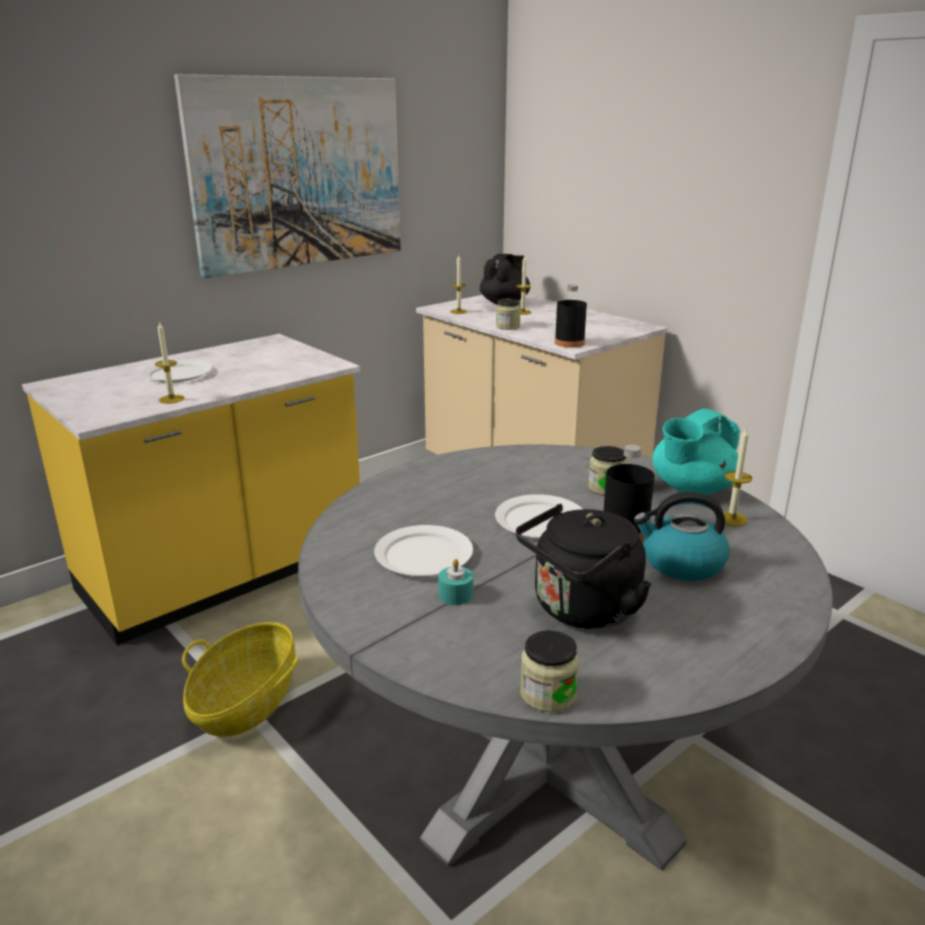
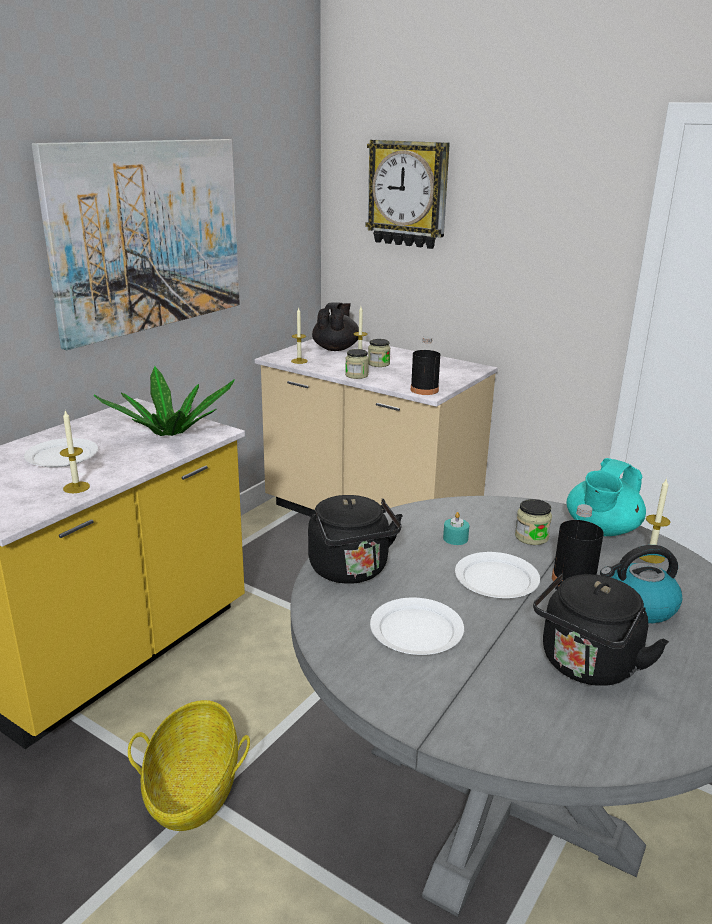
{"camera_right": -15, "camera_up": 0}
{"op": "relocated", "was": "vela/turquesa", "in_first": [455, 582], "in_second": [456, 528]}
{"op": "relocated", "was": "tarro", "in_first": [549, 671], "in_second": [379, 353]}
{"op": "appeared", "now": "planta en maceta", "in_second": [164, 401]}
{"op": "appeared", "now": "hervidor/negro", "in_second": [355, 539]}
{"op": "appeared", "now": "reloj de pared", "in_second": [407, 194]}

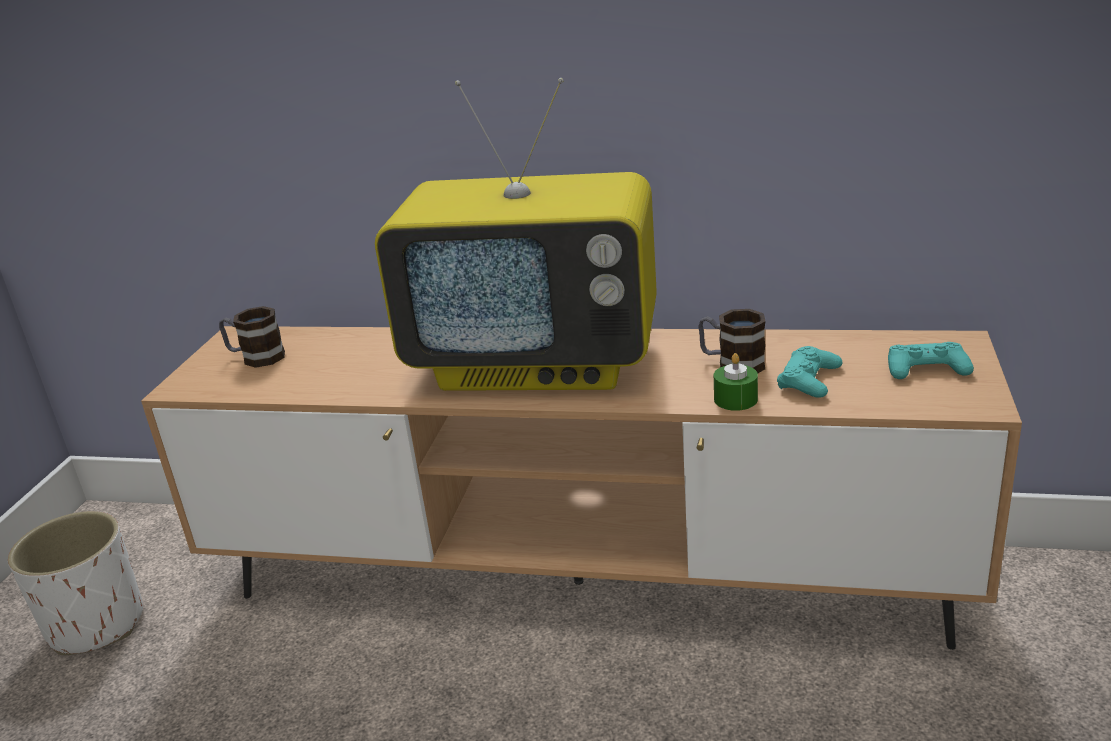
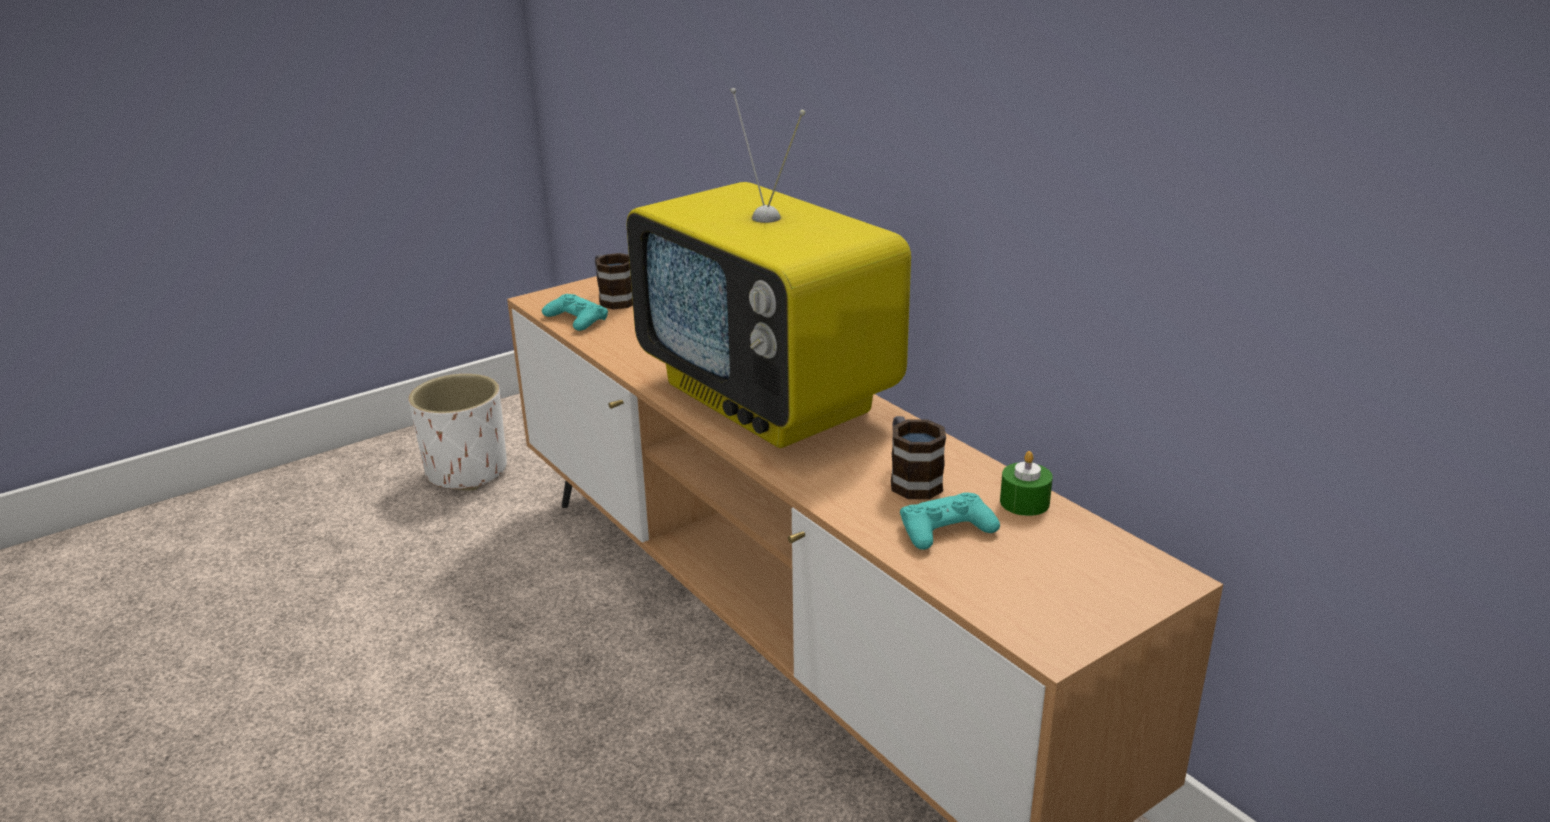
{"camera_right": 40, "camera_up": 0}
{"op": "relocated", "was": "vela/verde", "in_first": [736, 382], "in_second": [1026, 483]}
{"op": "relocated", "was": "mando de consola/turquesa", "in_first": [931, 360], "in_second": [575, 312]}

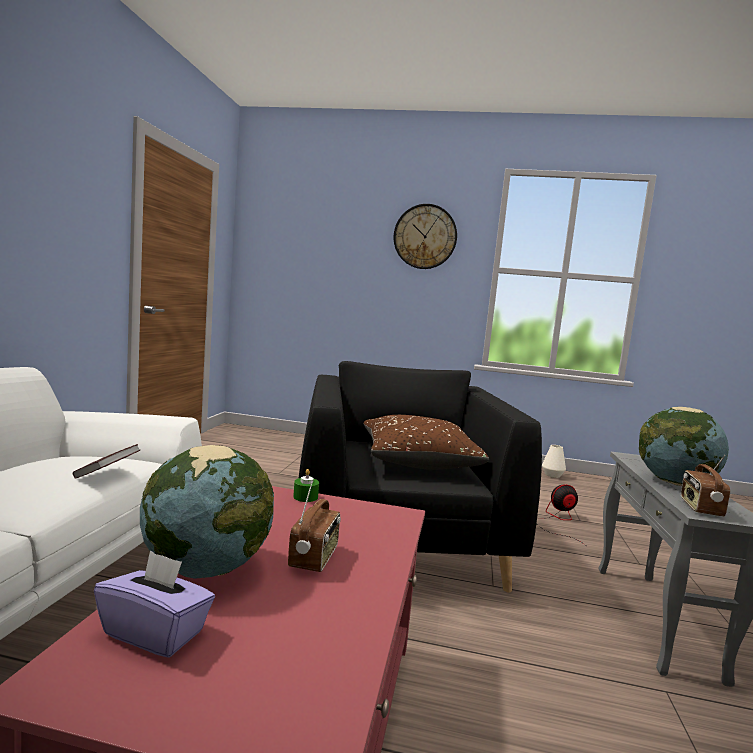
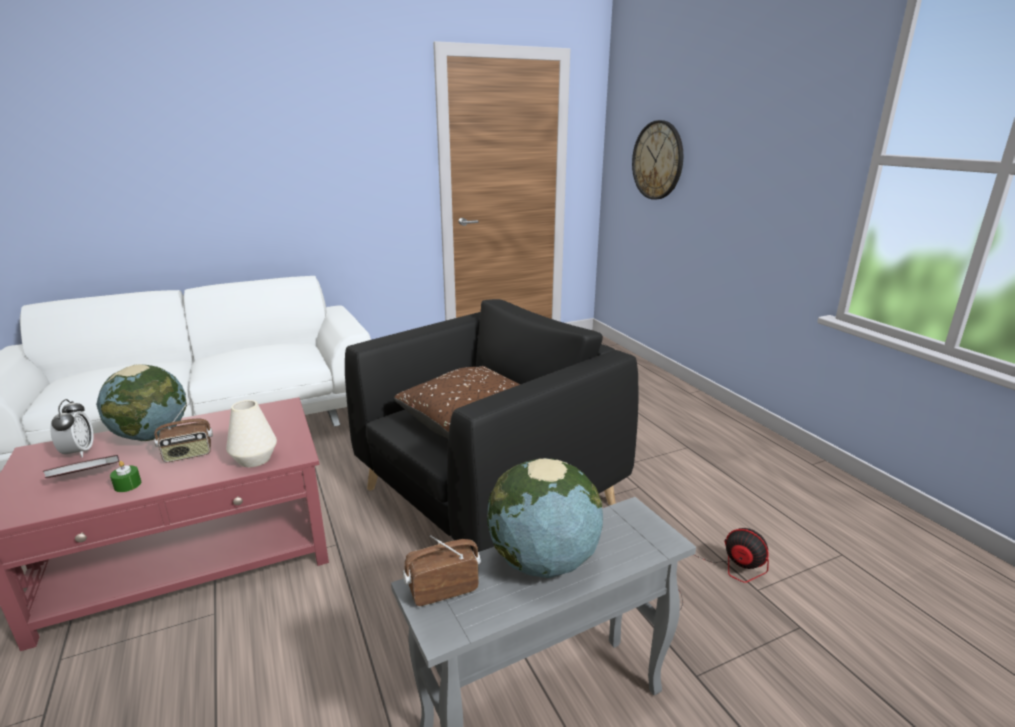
{"camera_right": 55, "camera_up": 15}
{"op": "relocated", "was": "libro", "in_first": [106, 461], "in_second": [80, 466]}
{"op": "exchanged", "was": "caja de pañuelos/morado", "now": "despertador", "in_first": [154, 603], "in_second": [72, 428]}
{"op": "relocated", "was": "vela/verde", "in_first": [306, 485], "in_second": [125, 476]}
{"op": "relocated", "was": "reloj de pared", "in_first": [425, 236], "in_second": [657, 160]}
{"op": "relocated", "was": "florero/blanco", "in_first": [554, 461], "in_second": [251, 433]}

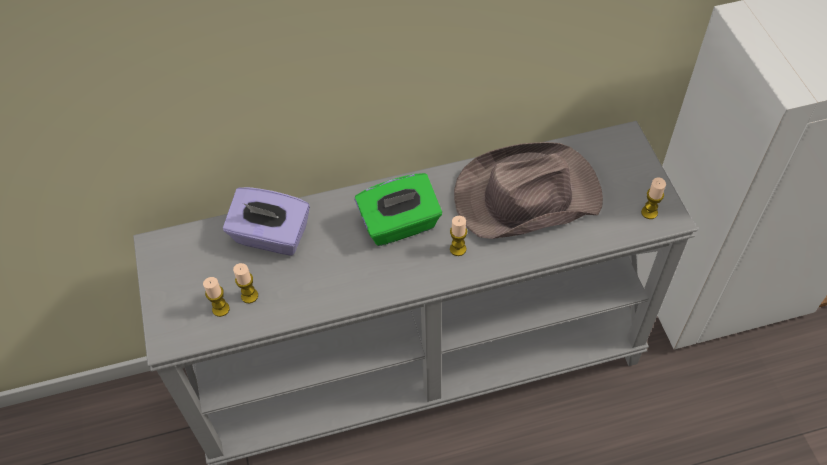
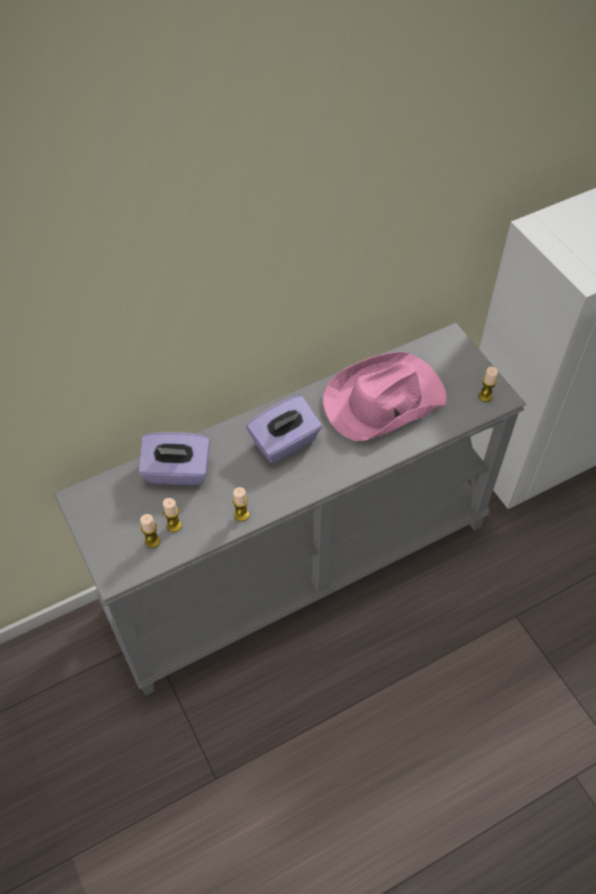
{"camera_right": -15, "camera_up": 0}
{"op": "colour", "was": "caja de pañuelos/verde", "now": "caja de pañuelos/morado", "in_first": [398, 209], "in_second": [284, 429]}
{"op": "relocated", "was": "vela", "in_first": [458, 236], "in_second": [241, 504]}
{"op": "colour", "was": "sombrero/marrón", "now": "sombrero/rosa", "in_first": [528, 190], "in_second": [385, 396]}

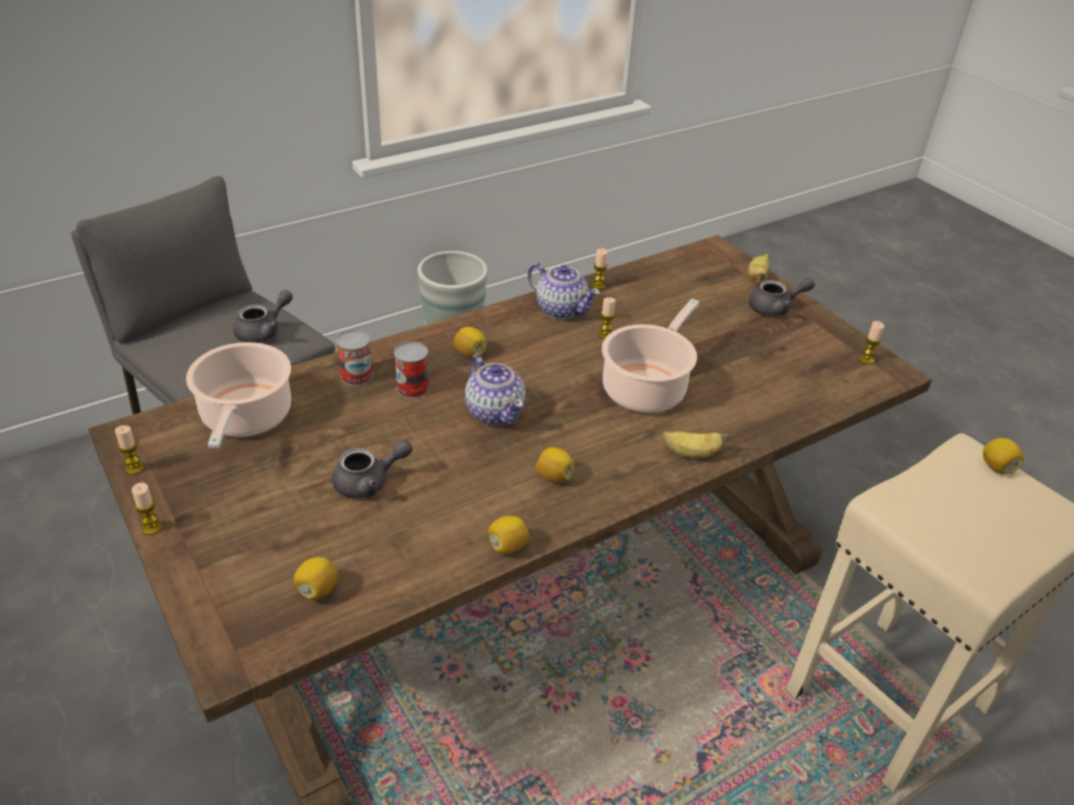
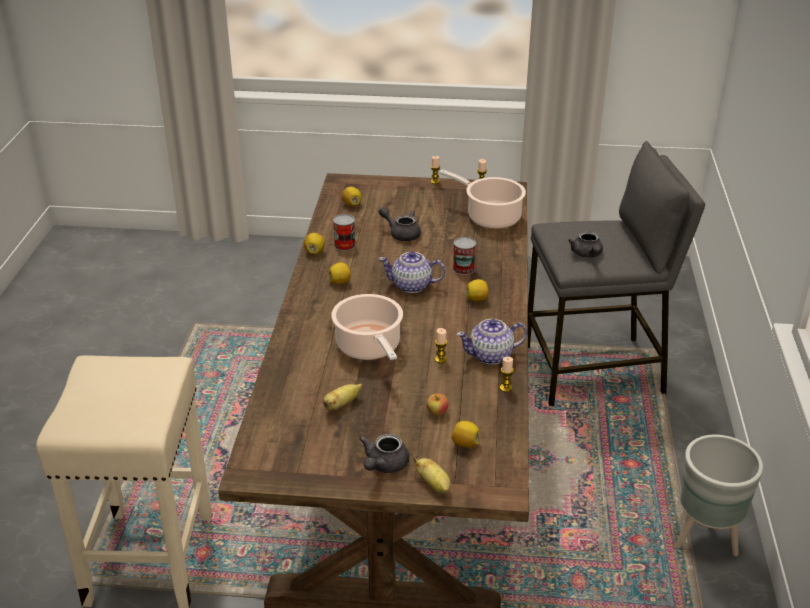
{"camera_right": 130, "camera_up": -5}
{"op": "spun", "was": "tetera/gris", "in_first": [372, 469], "in_second": [400, 224], "clockwise": 105}
{"op": "relocated", "was": "lata", "in_first": [354, 358], "in_second": [344, 232]}
{"op": "relocated", "was": "plátano", "in_first": [695, 445], "in_second": [342, 397]}
{"op": "missing", "was": "vela", "in_first": [871, 342]}
{"op": "relocated", "was": "limón", "in_first": [1003, 456], "in_second": [465, 434]}
{"op": "appeared", "now": "manzana", "in_second": [437, 404]}

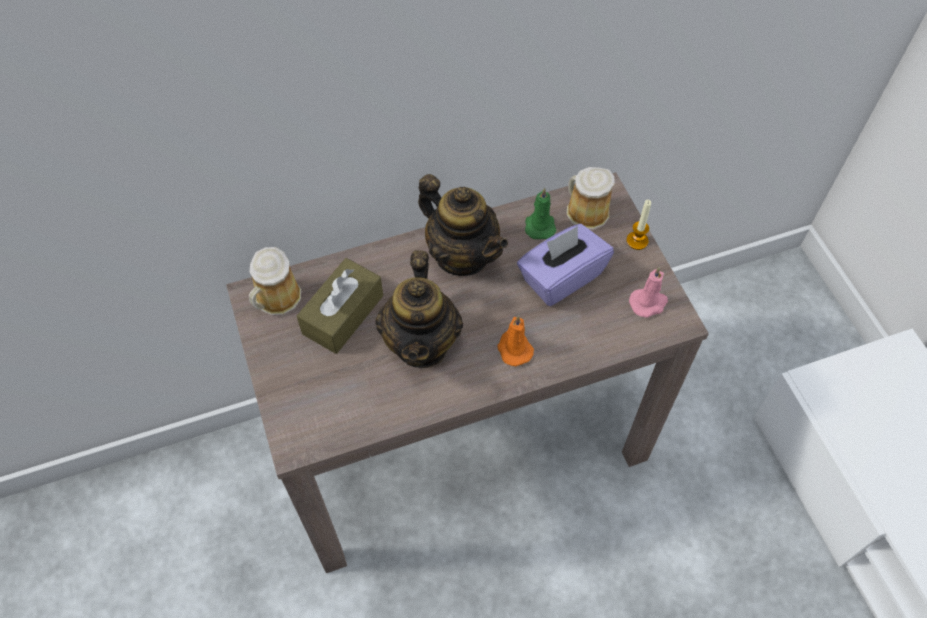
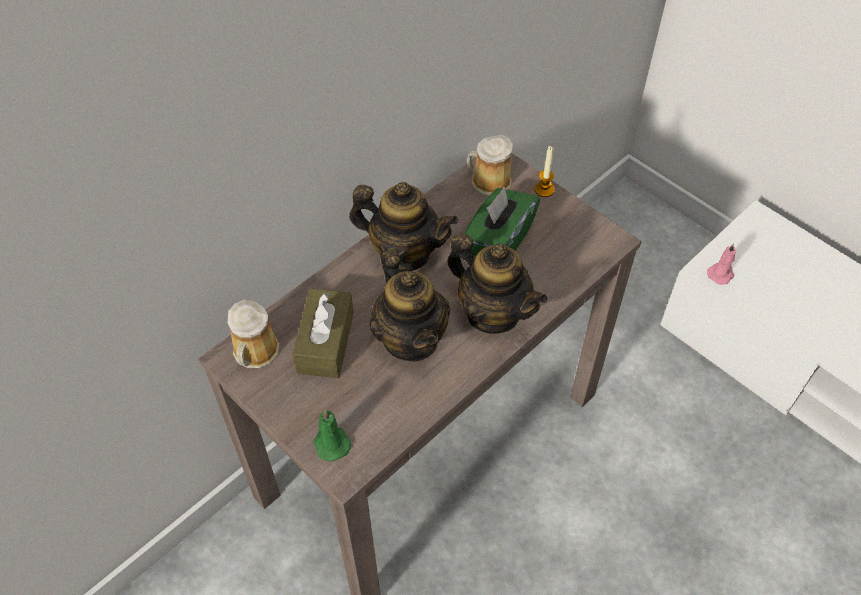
{"camera_right": -25, "camera_up": -5}
{"op": "exchanged", "was": "vela/naranja", "now": "tetera", "in_first": [515, 341], "in_second": [497, 283]}
{"op": "colour", "was": "caja de pañuelos/morado", "now": "caja de pañuelos/verde", "in_first": [565, 265], "in_second": [502, 221]}
{"op": "relocated", "was": "vela/verde", "in_first": [541, 213], "in_second": [332, 435]}
{"op": "relocated", "was": "vela/rosa", "in_first": [648, 292], "in_second": [721, 264]}

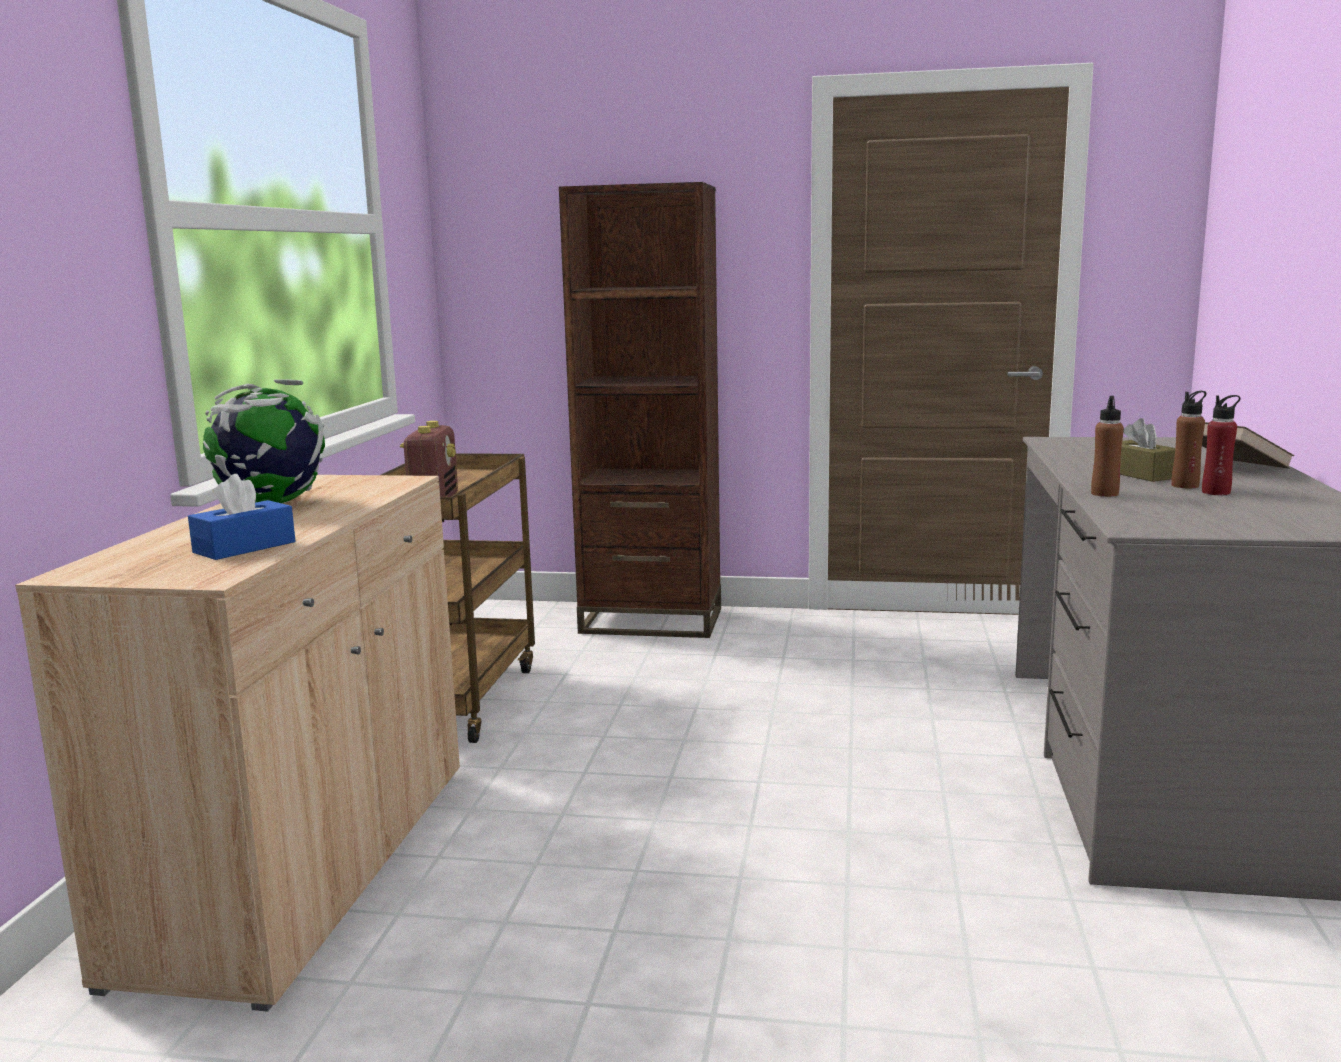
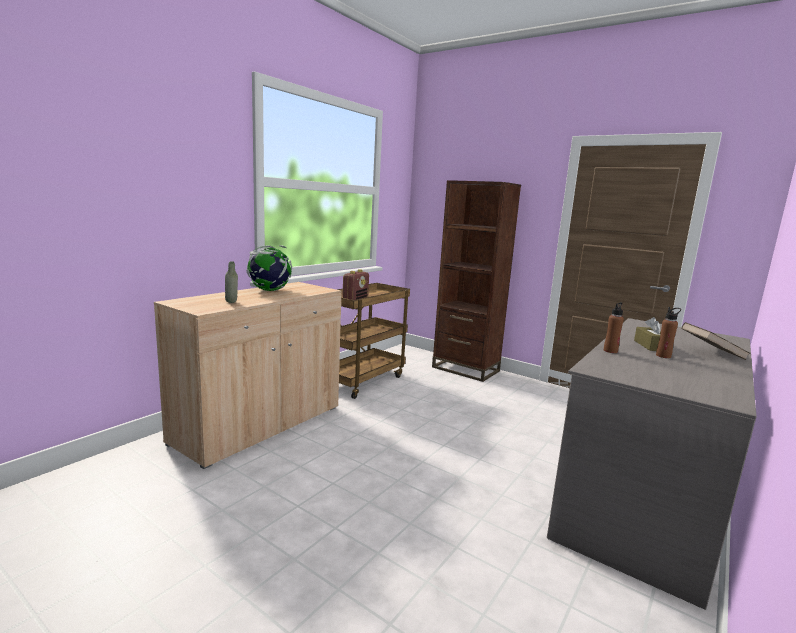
{"camera_right": 25, "camera_up": 0}
{"op": "exchanged", "was": "caja de pañuelos/azul", "now": "botella/gris", "in_first": [241, 517], "in_second": [231, 282]}
{"op": "missing", "was": "botella/rojo", "in_first": [1221, 445]}

